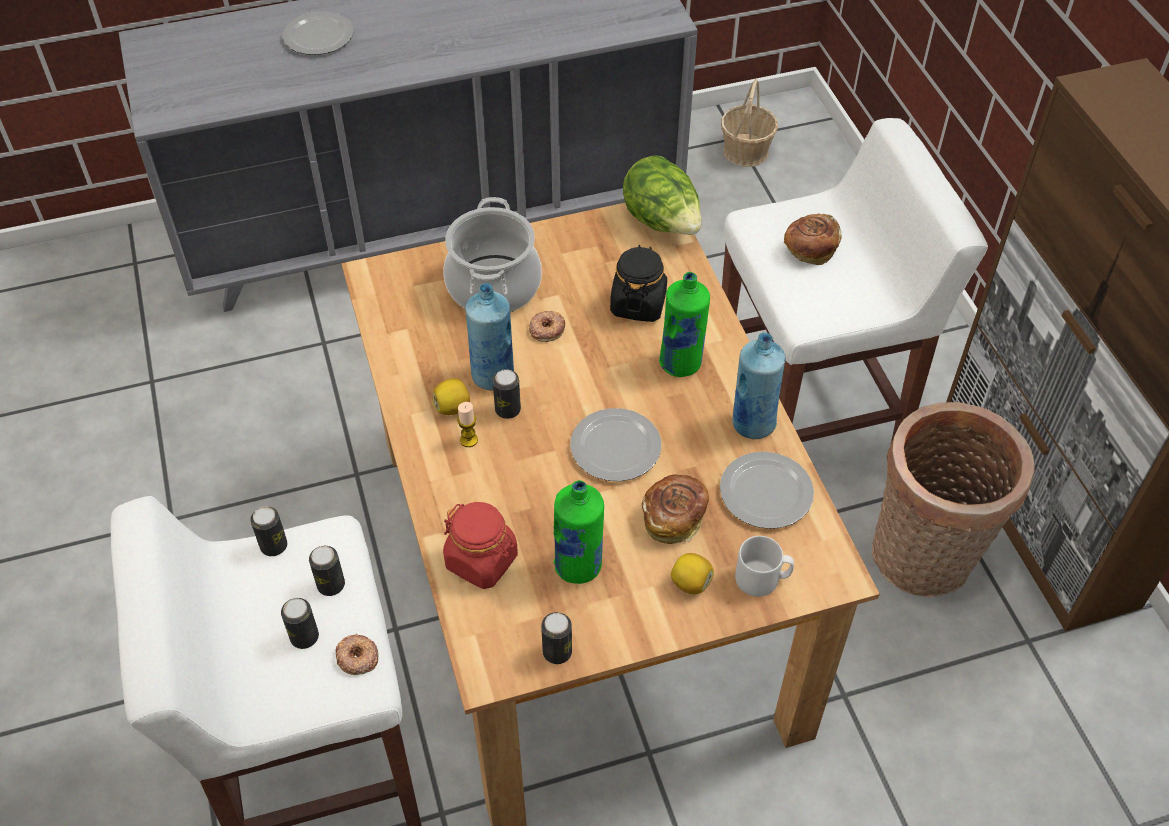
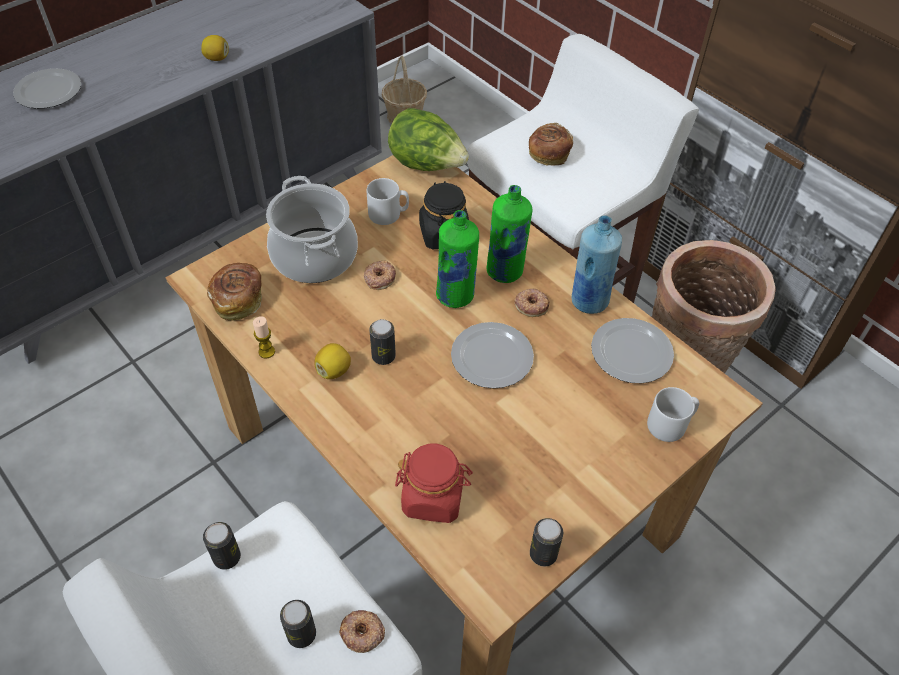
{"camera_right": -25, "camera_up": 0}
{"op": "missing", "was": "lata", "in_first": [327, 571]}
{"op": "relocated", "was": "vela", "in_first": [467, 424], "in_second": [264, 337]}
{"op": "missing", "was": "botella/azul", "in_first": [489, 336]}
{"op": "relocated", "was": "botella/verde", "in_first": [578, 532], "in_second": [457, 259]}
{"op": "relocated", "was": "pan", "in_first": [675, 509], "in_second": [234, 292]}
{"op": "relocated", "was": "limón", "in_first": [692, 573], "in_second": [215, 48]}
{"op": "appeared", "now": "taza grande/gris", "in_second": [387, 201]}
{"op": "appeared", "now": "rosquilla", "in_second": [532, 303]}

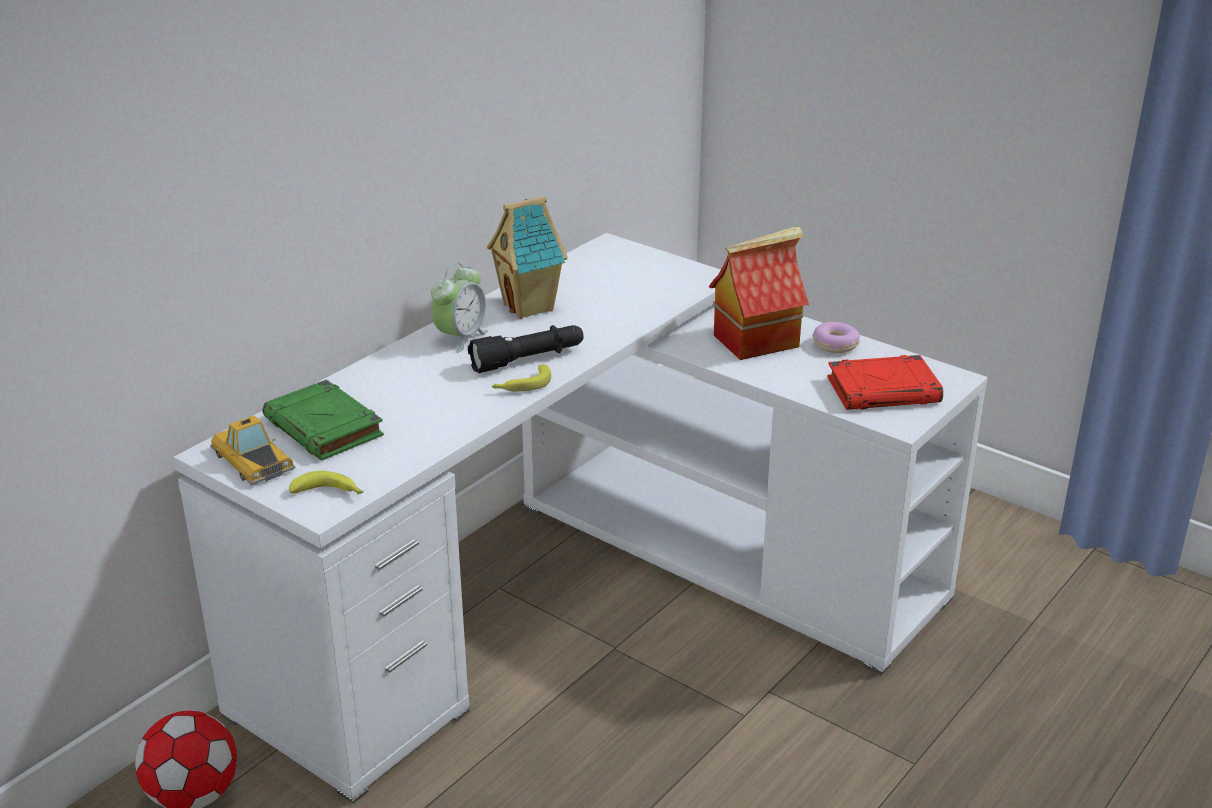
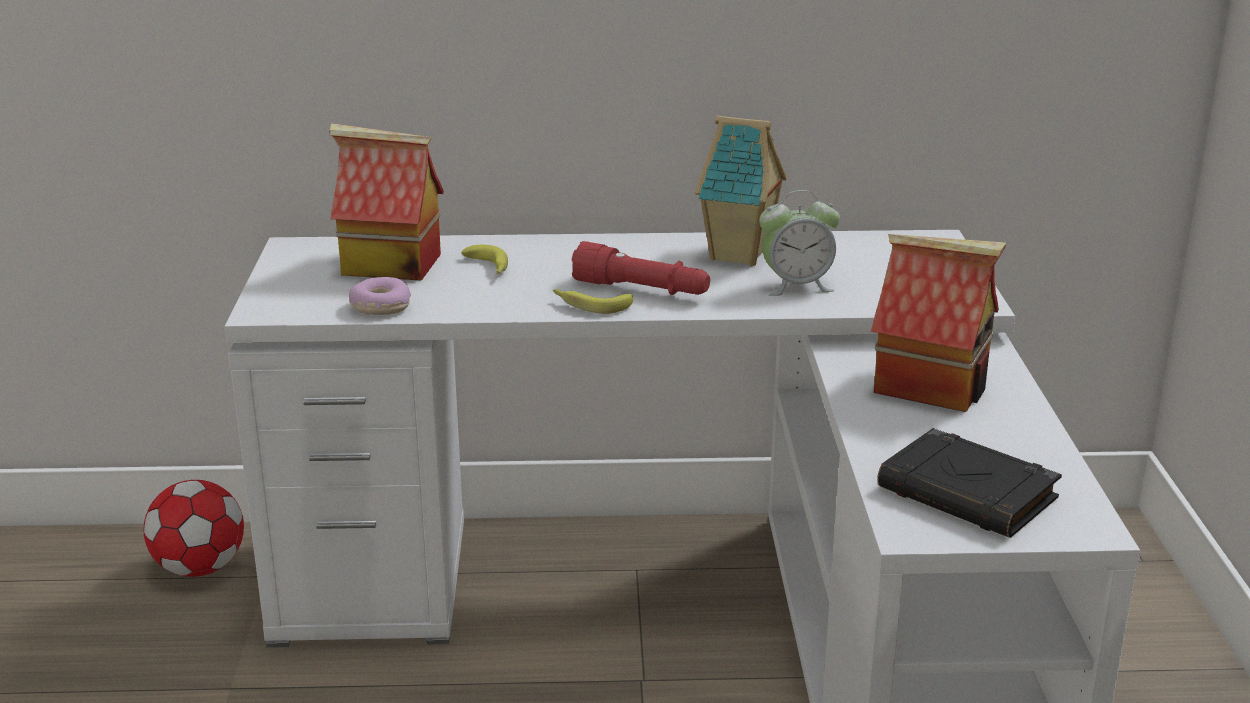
{"camera_right": 50, "camera_up": -5}
{"op": "missing", "was": "coche de juguete", "in_first": [253, 450]}
{"op": "exchanged", "was": "libro/verde", "now": "casita", "in_first": [323, 420], "in_second": [386, 202]}
{"op": "relocated", "was": "plátano", "in_first": [326, 483], "in_second": [484, 259]}
{"op": "relocated", "was": "despertador", "in_first": [459, 307], "in_second": [799, 243]}
{"op": "colour", "was": "linterna/negro", "now": "linterna/rojo", "in_first": [526, 349], "in_second": [641, 268]}
{"op": "relocated", "was": "rosquilla", "in_first": [836, 337], "in_second": [380, 296]}
{"op": "colour", "was": "libro/rojo", "now": "libro/negro", "in_first": [885, 382], "in_second": [969, 483]}

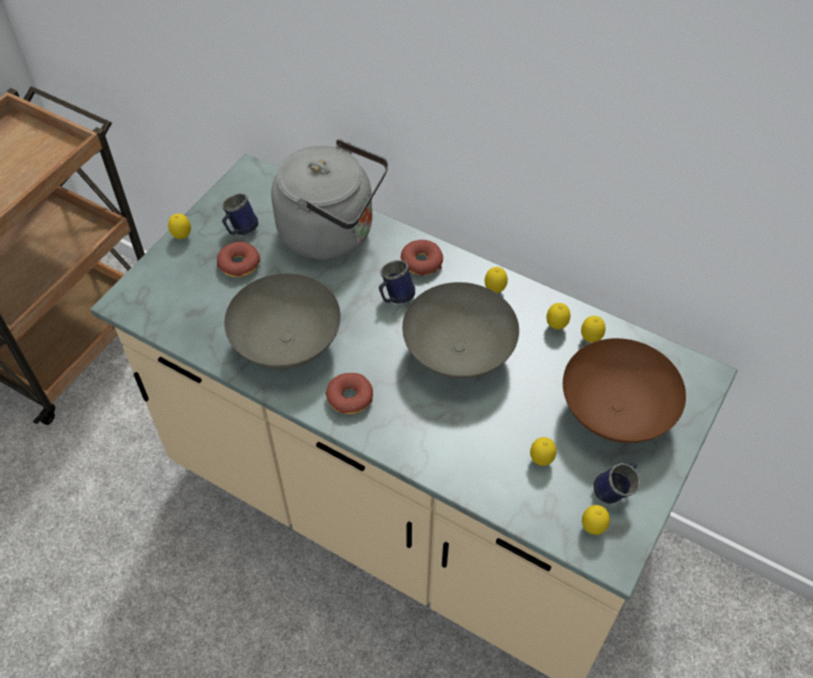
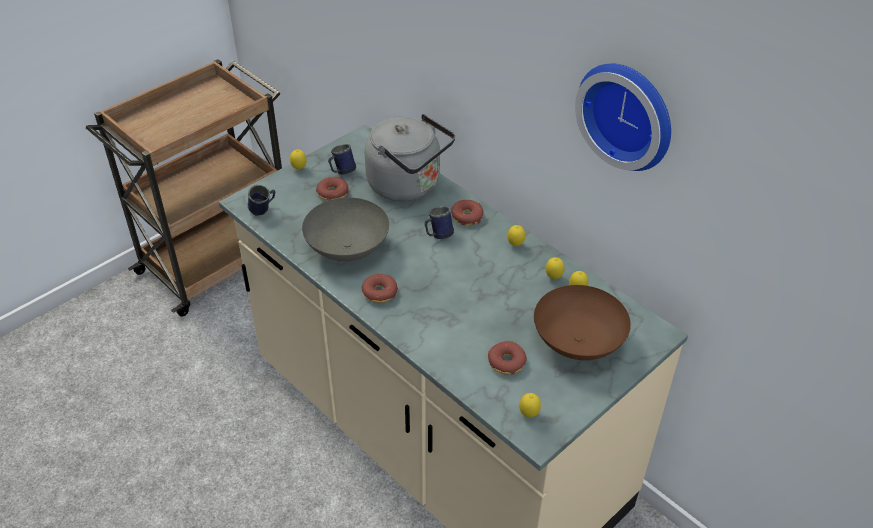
{"camera_right": 15, "camera_up": -10}
{"op": "missing", "was": "cuenco/gris", "in_first": [460, 330]}
{"op": "exchanged", "was": "limón", "now": "rosquilla", "in_first": [543, 451], "in_second": [507, 358]}
{"op": "relocated", "was": "taza grande/azul", "in_first": [617, 483], "in_second": [261, 200]}
{"op": "appeared", "now": "reloj de pared", "in_second": [623, 117]}

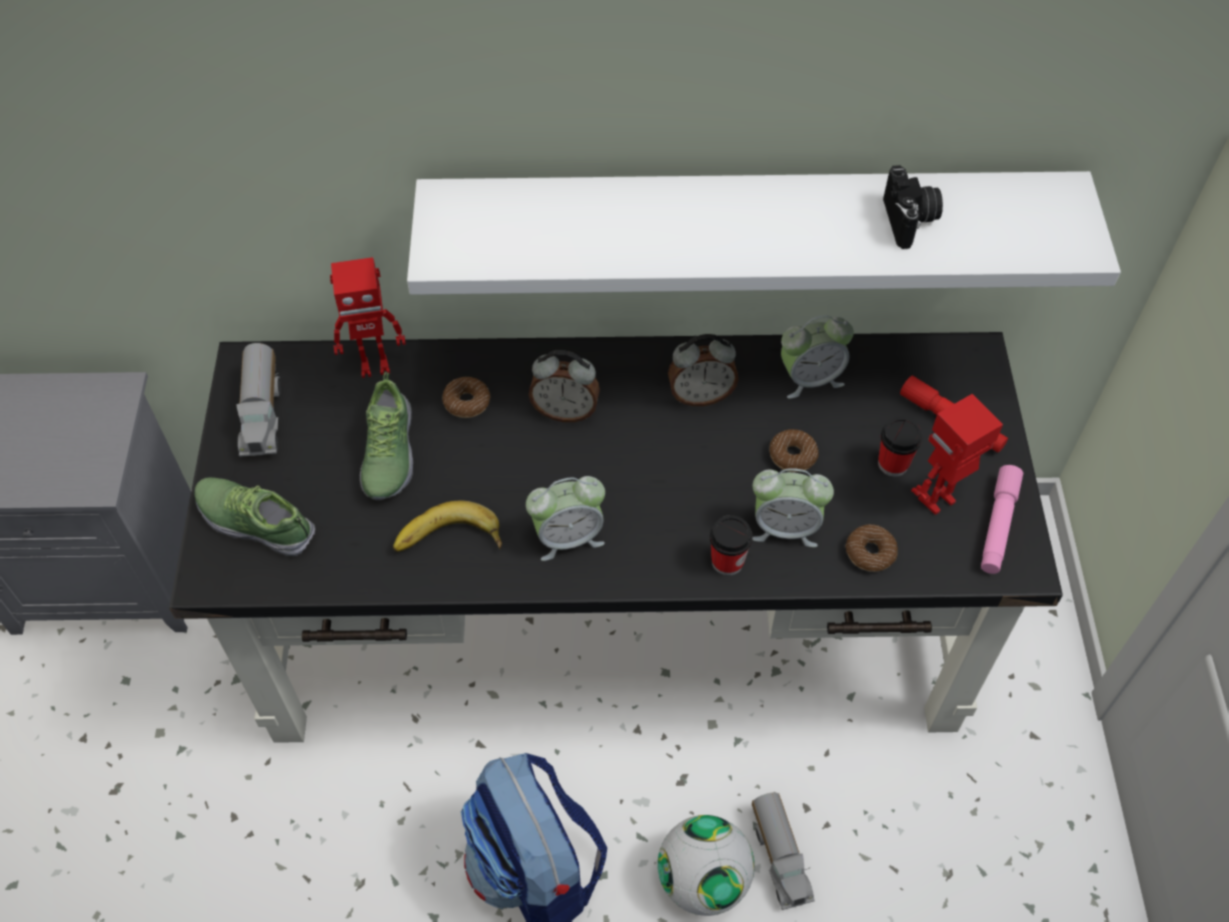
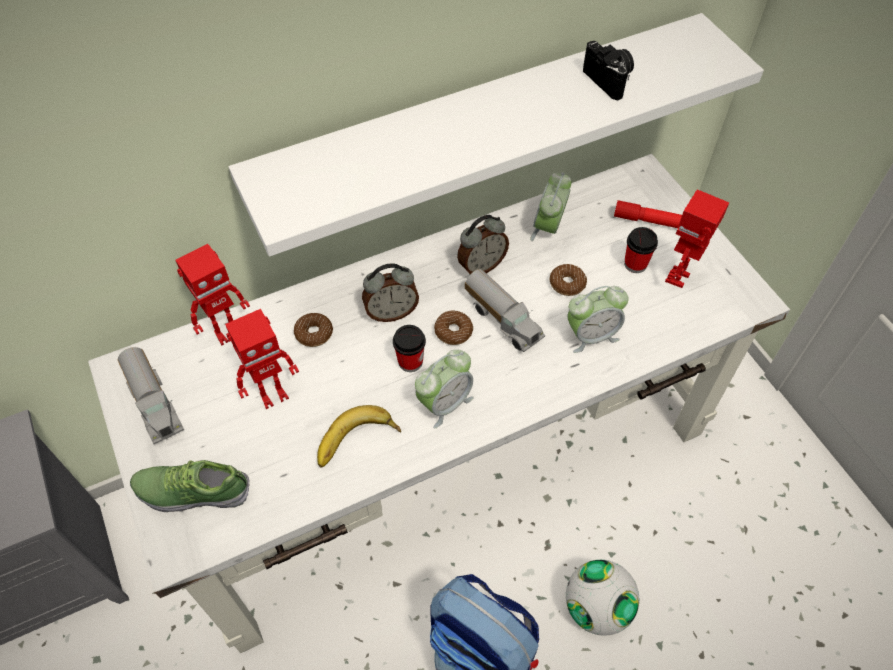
{"camera_right": -25, "camera_up": 0}
{"op": "colour", "was": "escritorio/negro", "now": "escritorio/blanco", "in_first": [616, 537], "in_second": [439, 403]}
{"op": "exchanged", "was": "zapato", "now": "robot de juguete", "in_first": [386, 436], "in_second": [262, 359]}
{"op": "relocated", "was": "taza", "in_first": [731, 545], "in_second": [409, 348]}
{"op": "relocated", "was": "camión de juguete", "in_first": [783, 851], "in_second": [505, 310]}
{"op": "spun", "was": "despertador", "in_first": [817, 357], "in_second": [550, 206], "clockwise": 150}
{"op": "relocated", "was": "rosquilla", "in_first": [871, 548], "in_second": [453, 328]}
{"op": "missing", "was": "linterna/rosa", "in_first": [1002, 519]}

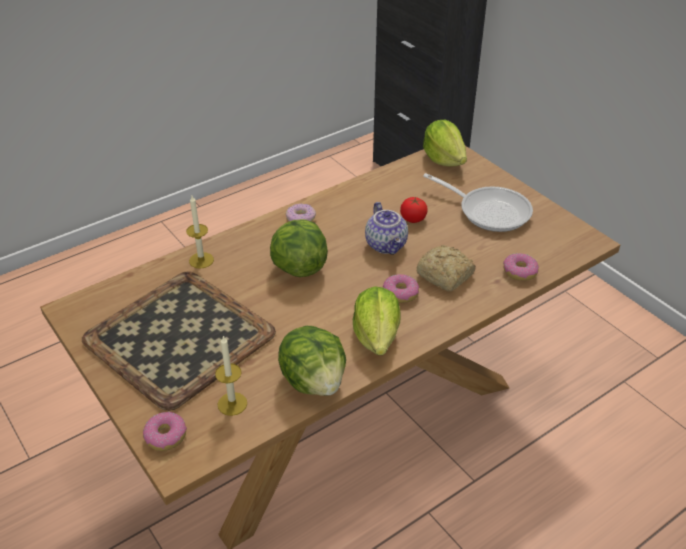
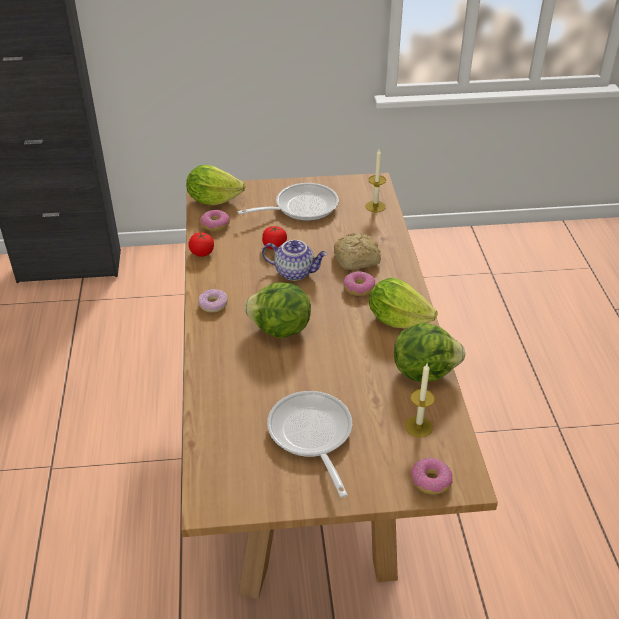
{"camera_right": -60, "camera_up": 0}
{"op": "exchanged", "was": "bandeja", "now": "sartén", "in_first": [179, 341], "in_second": [309, 444]}
{"op": "relocated", "was": "vela", "in_first": [200, 232], "in_second": [376, 180]}
{"op": "relocated", "was": "rosquilla", "in_first": [521, 267], "in_second": [215, 220]}
{"op": "appeared", "now": "tomate", "in_second": [201, 244]}

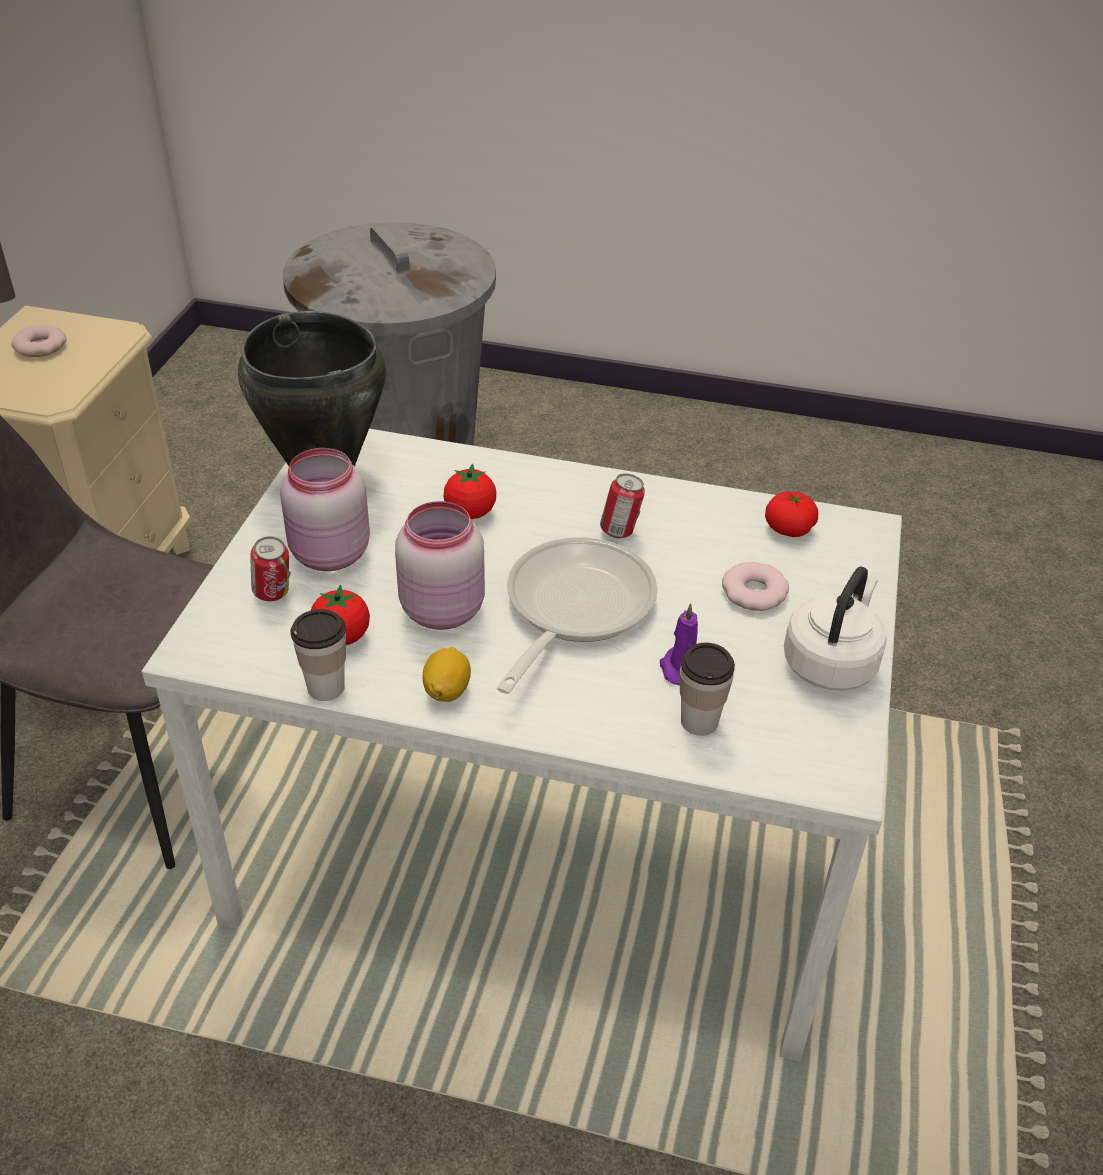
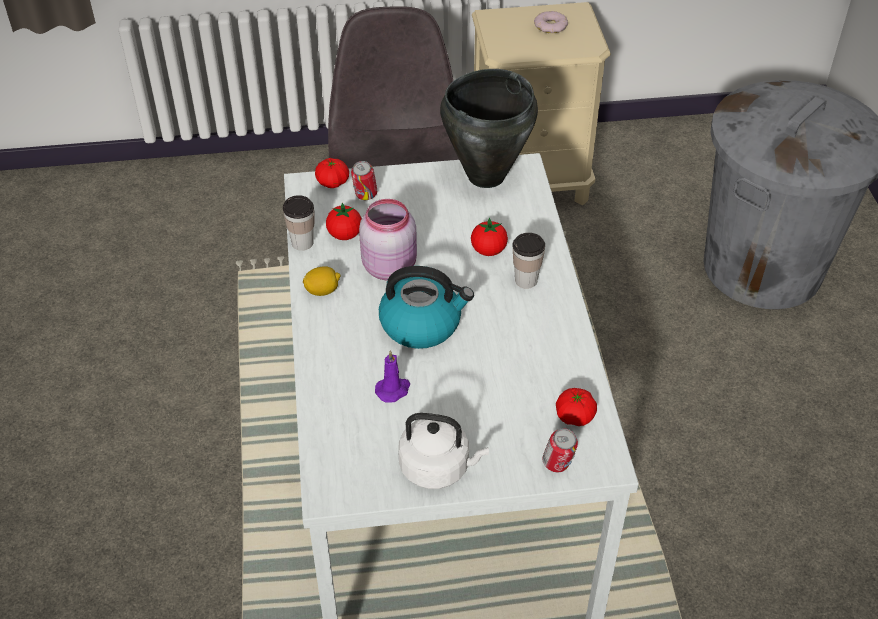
{"camera_right": 70, "camera_up": 5}
{"op": "missing", "was": "tarro/rosa", "in_first": [325, 509]}
{"op": "exchanged", "was": "sartén", "now": "hervidor", "in_first": [577, 615], "in_second": [426, 307]}
{"op": "relocated", "was": "lata", "in_first": [622, 506], "in_second": [560, 450]}
{"op": "relocated", "was": "taza", "in_first": [707, 689], "in_second": [528, 261]}
{"op": "missing", "was": "rosquilla", "in_first": [755, 586]}
{"op": "appeared", "now": "tomate", "in_second": [332, 173]}

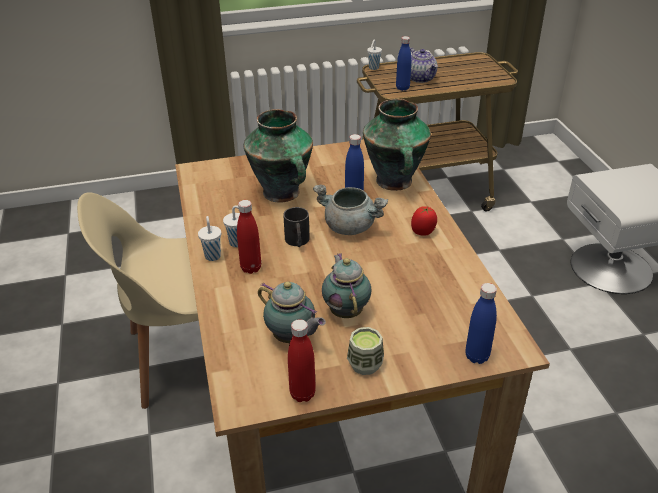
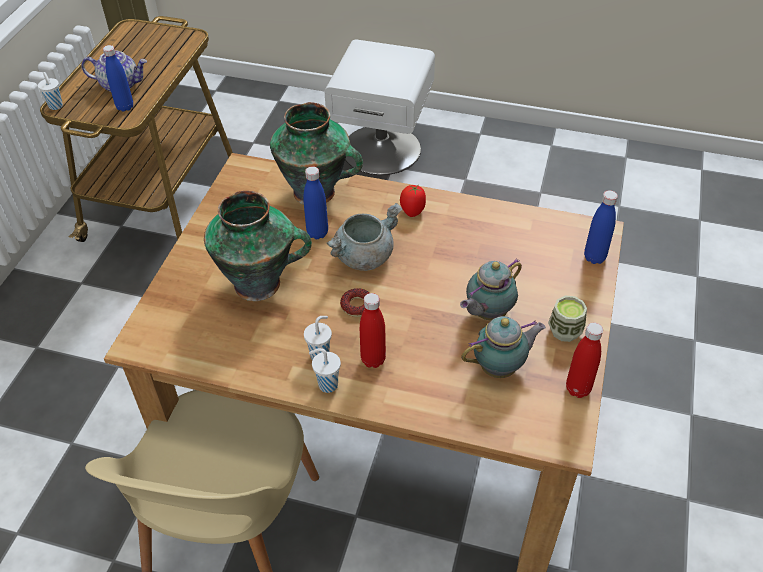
{"camera_right": -60, "camera_up": 10}
{"op": "exchanged", "was": "taza grande/negro", "now": "rosquilla", "in_first": [296, 227], "in_second": [354, 302]}
{"op": "spun", "was": "tetera", "in_first": [346, 285], "in_second": [491, 289], "clockwise": -60}

